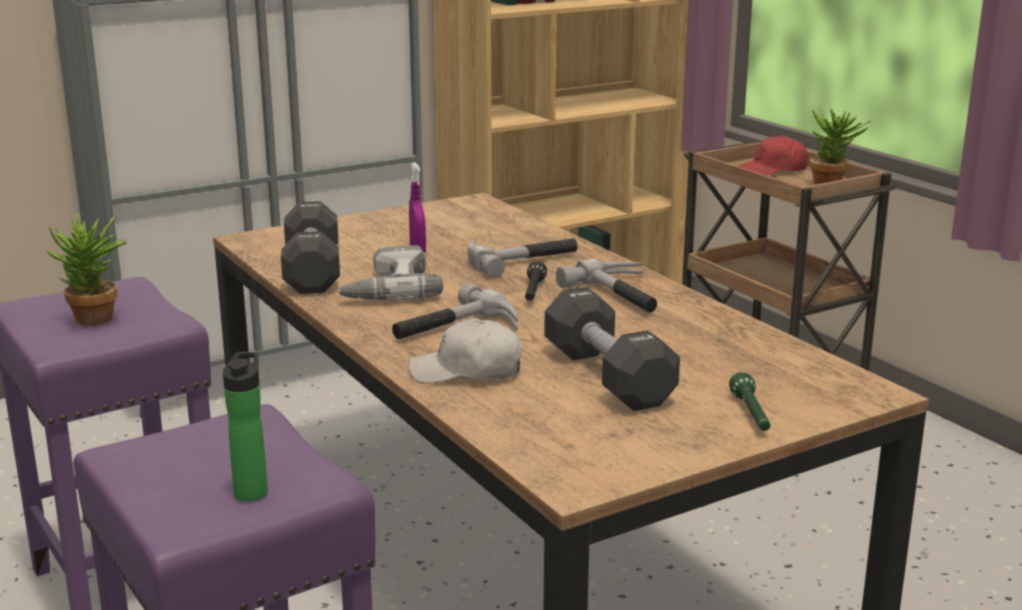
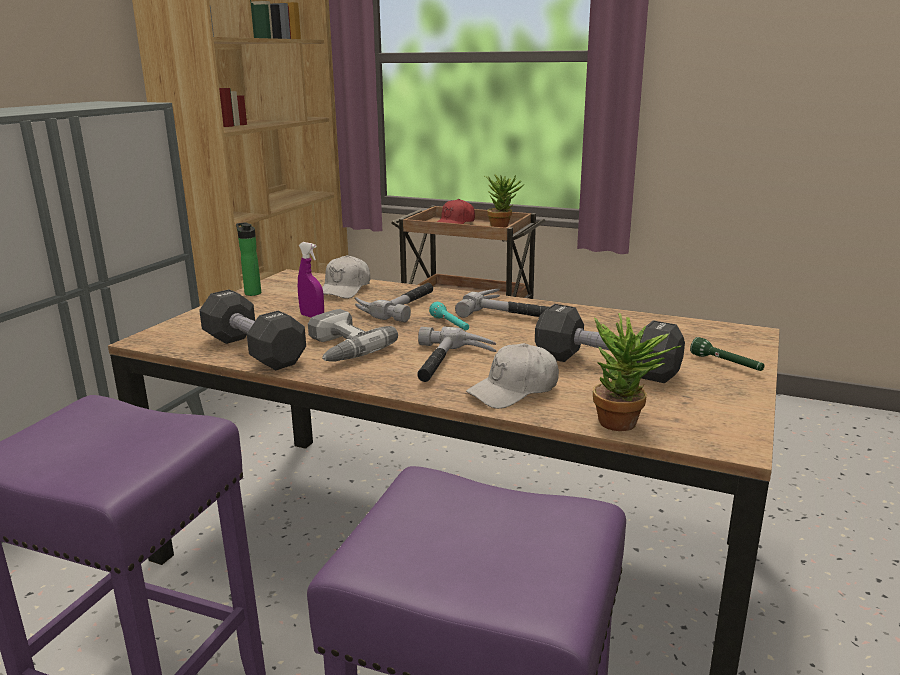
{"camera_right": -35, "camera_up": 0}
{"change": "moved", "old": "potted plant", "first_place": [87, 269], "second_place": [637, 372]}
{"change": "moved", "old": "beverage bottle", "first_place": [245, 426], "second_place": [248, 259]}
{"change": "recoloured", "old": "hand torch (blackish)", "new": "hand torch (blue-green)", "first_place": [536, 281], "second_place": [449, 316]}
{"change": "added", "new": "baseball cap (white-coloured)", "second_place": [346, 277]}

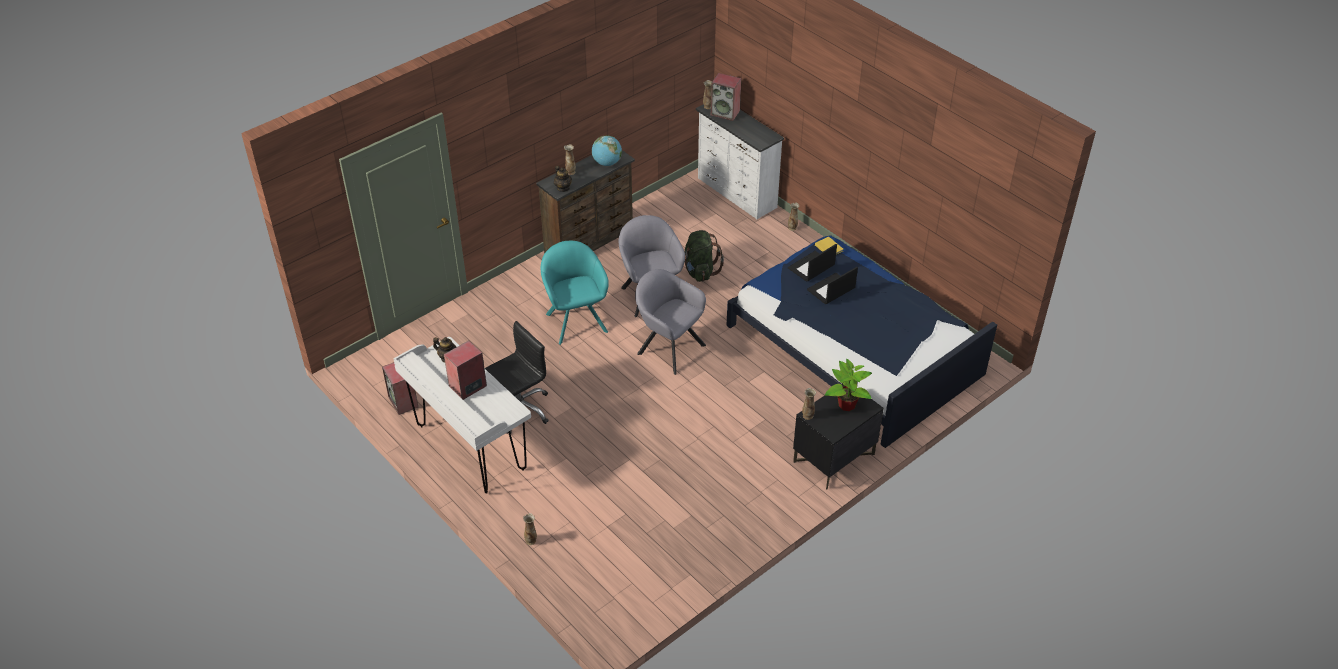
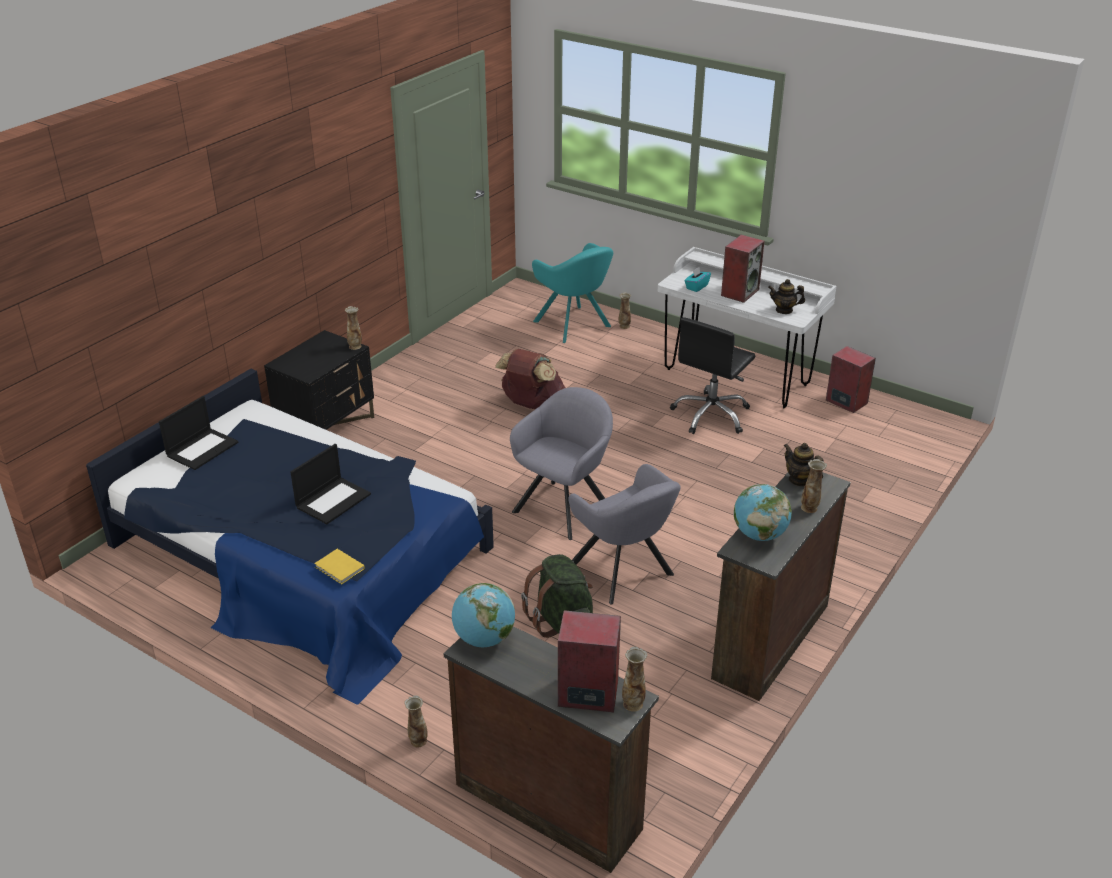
{"camera_right": 165, "camera_up": -10}
{"change": "moved", "old": "easy chair (blue-green)", "first_place": [575, 293], "second_place": [572, 293]}
{"change": "turned", "old": "easy chair (grey)", "first_place": [670, 322], "second_place": [561, 463], "degrees": -75}
{"change": "recoloured", "old": "chest of drawers (white-coloured)", "new": "chest of drawers (brownish)", "first_place": [740, 161], "second_place": [551, 749]}
{"change": "moved", "old": "notebook computer", "first_place": [812, 263], "second_place": [198, 433]}
{"change": "removed", "old": "potted plant", "first_place": [848, 385]}
{"change": "added", "new": "globe", "second_place": [483, 615]}
{"change": "added", "new": "rucksack (brownish)", "second_place": [530, 379]}
{"change": "added", "new": "tissue holder (blue-green)", "second_place": [698, 279]}

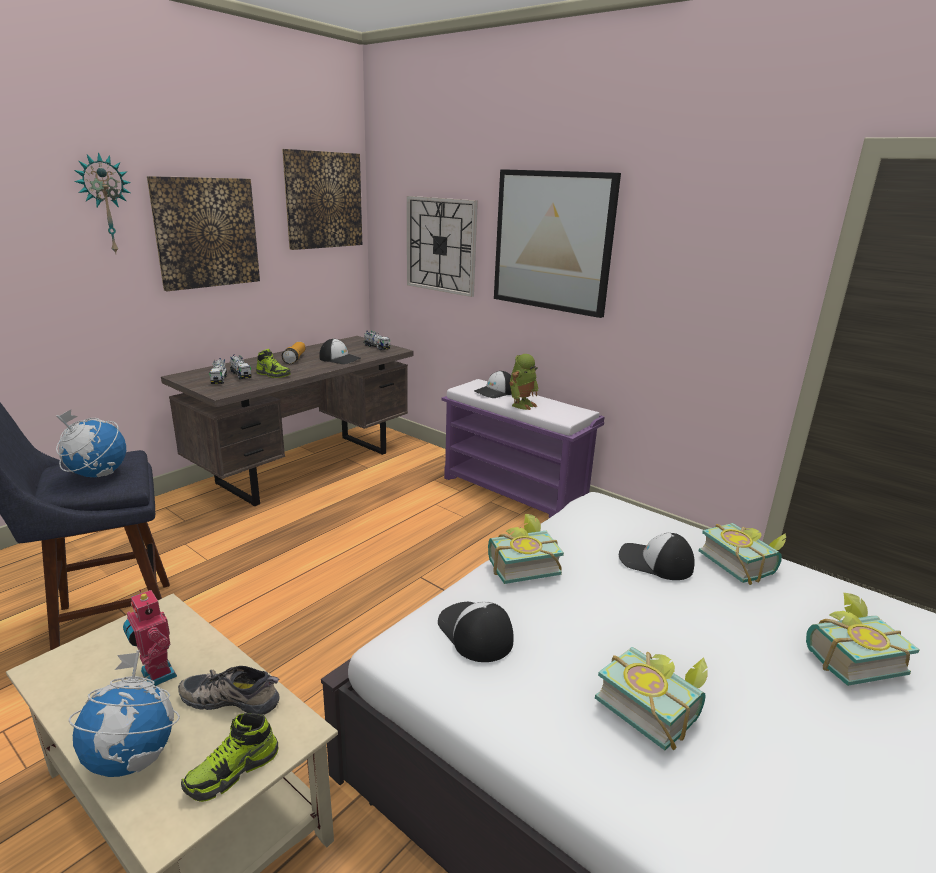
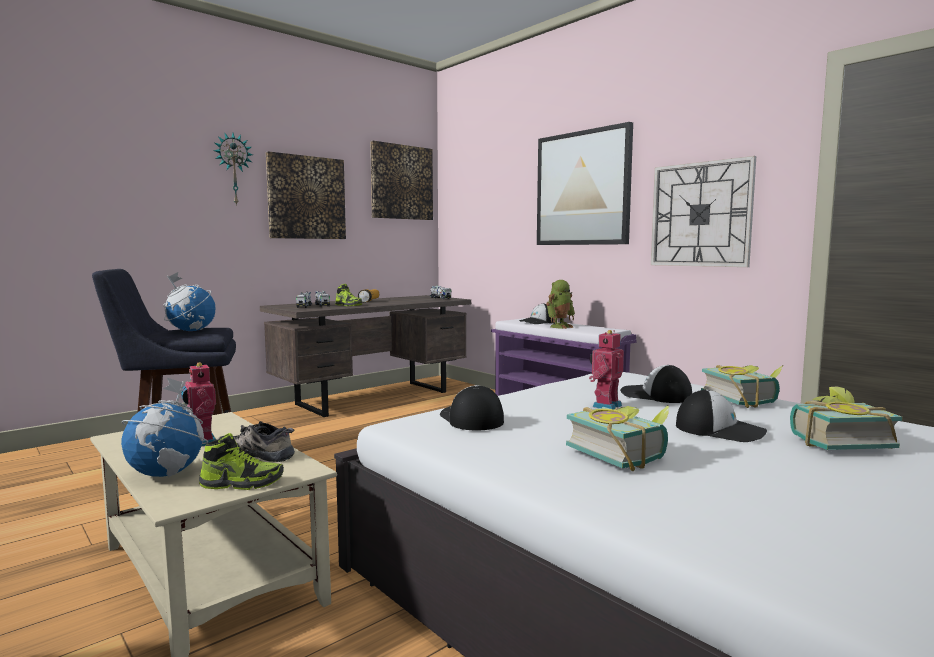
{"camera_right": 10, "camera_up": -15}
{"change": "turned", "old": "low shoe", "first_place": [229, 757], "second_place": [241, 461], "degrees": -150}
{"change": "moved", "old": "baseball cap", "first_place": [340, 351], "second_place": [721, 416]}
{"change": "moved", "old": "wall clock", "first_place": [442, 246], "second_place": [703, 211]}
{"change": "removed", "old": "bound book", "first_place": [526, 549]}
{"change": "added", "new": "robot figure", "second_place": [606, 369]}

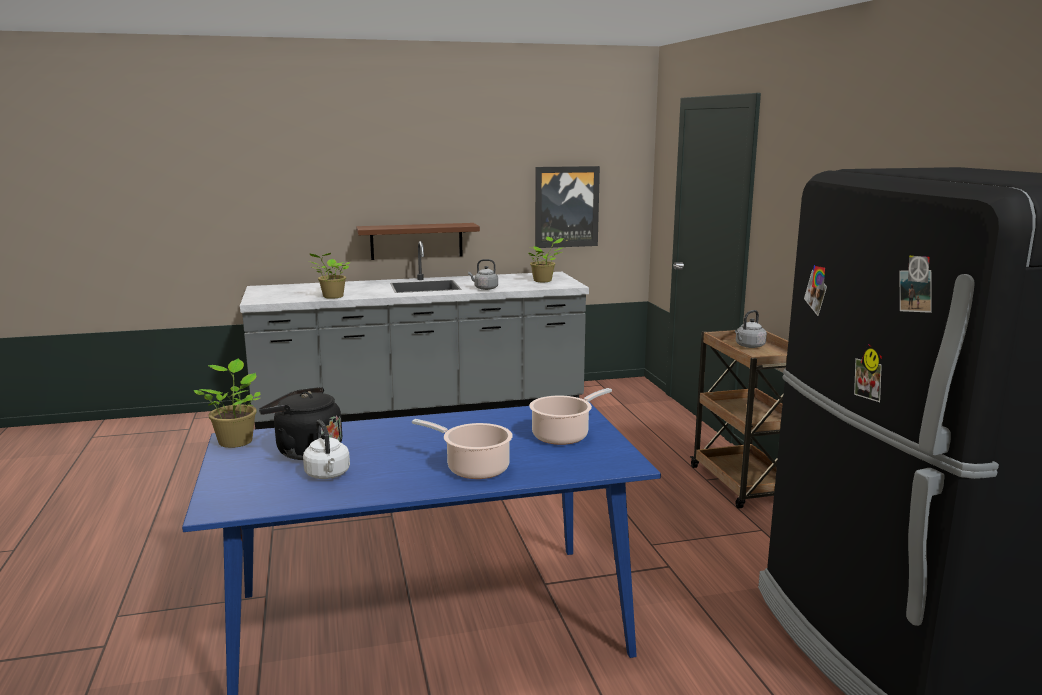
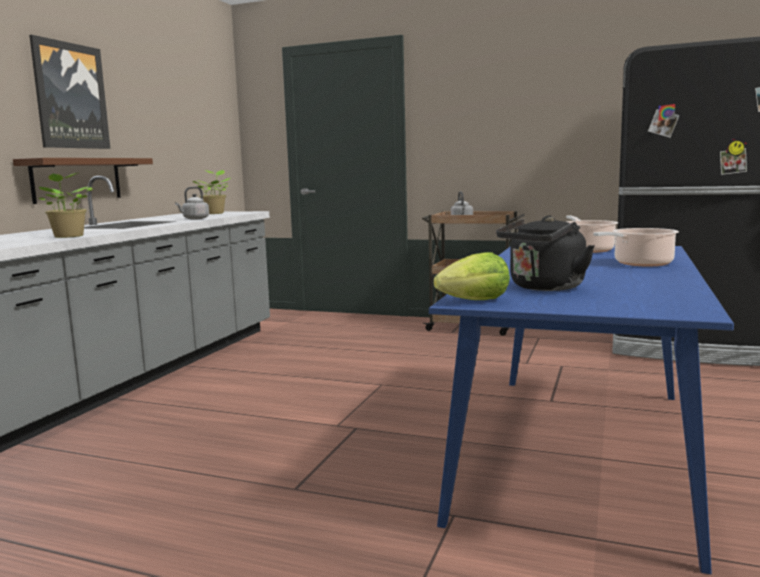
{"camera_right": -55, "camera_up": -5}
{"change": "replaced", "old": "potted plant", "new": "lettuce", "first_place": [227, 403], "second_place": [471, 276]}
{"change": "removed", "old": "tea kettle (white-coloured)", "first_place": [326, 449]}
{"change": "moved", "old": "wall picture", "first_place": [567, 207], "second_place": [69, 92]}

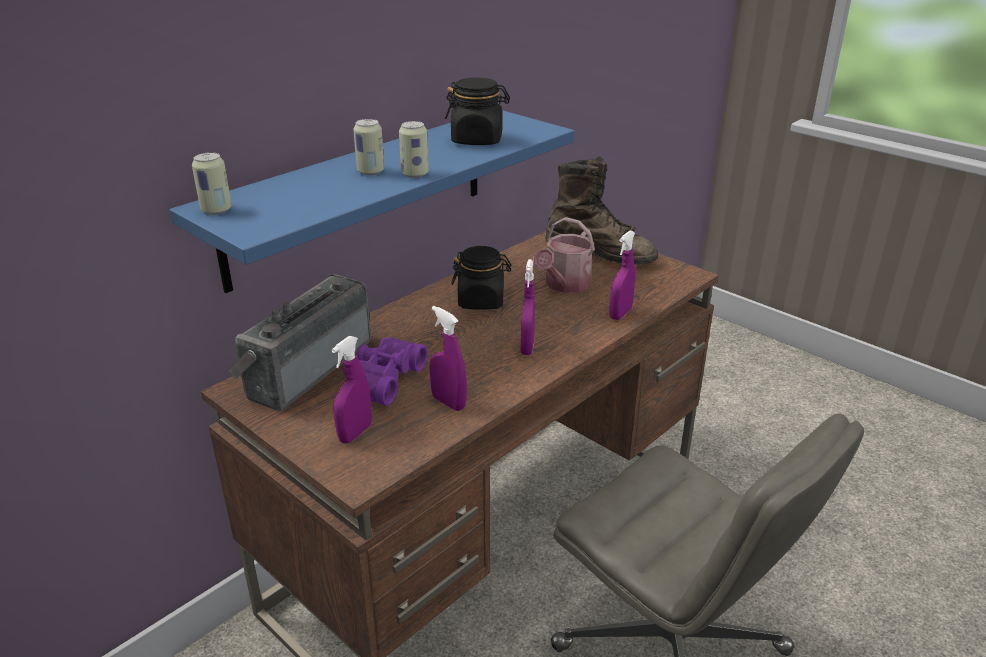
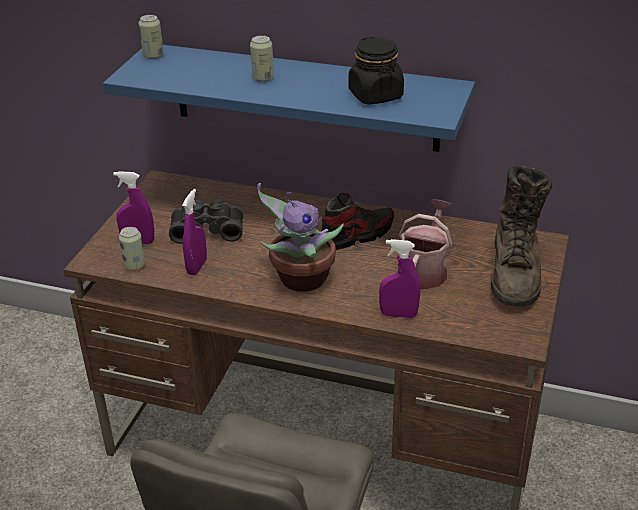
{"camera_right": 65, "camera_up": 5}
{"change": "removed", "old": "radio receiver", "first_place": [299, 342]}
{"change": "recoloured", "old": "binoculars (purple)", "new": "binoculars (blackish)", "first_place": [385, 371], "second_place": [206, 221]}
{"change": "moved", "old": "sealed can", "first_place": [414, 149], "second_place": [132, 248]}
{"change": "replaced", "old": "jar (blackish)", "new": "low shoe", "first_place": [481, 278], "second_place": [357, 221]}
{"change": "replaced", "old": "spray bottle (purple)", "new": "potted plant", "first_place": [528, 307], "second_place": [300, 237]}
{"change": "turned", "old": "watering can", "first_place": [564, 255], "second_place": [425, 244], "degrees": 105}

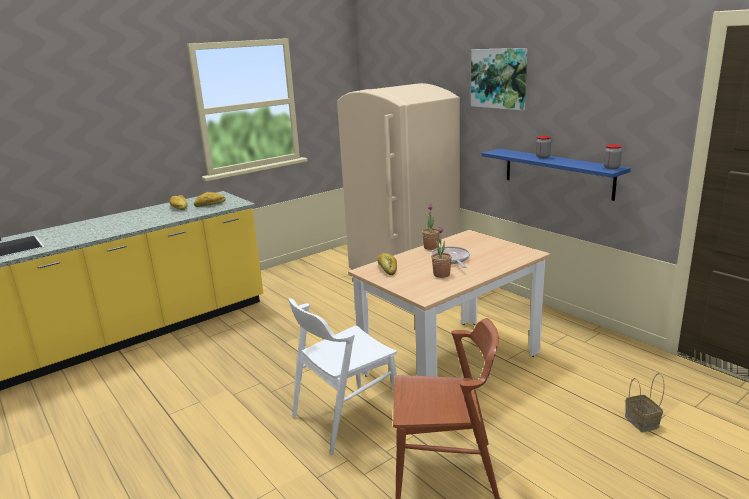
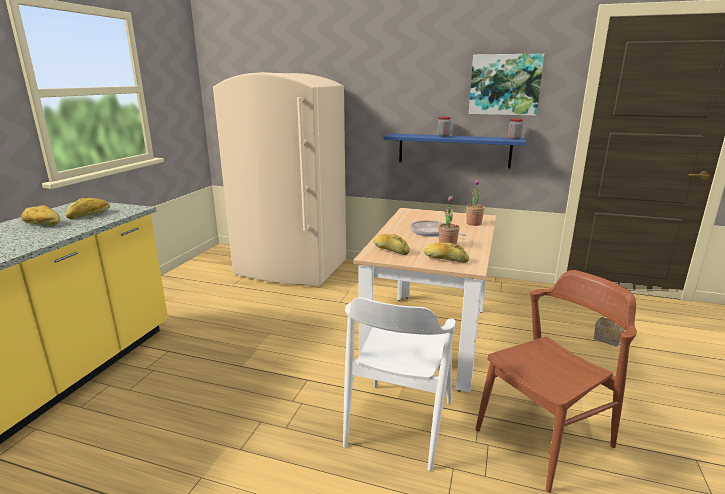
{"camera_right": -35, "camera_up": 0}
{"change": "moved", "old": "potted plant", "first_place": [431, 227], "second_place": [475, 202]}
{"change": "moved", "old": "wall picture", "first_place": [499, 79], "second_place": [506, 85]}
{"change": "added", "new": "bread", "second_place": [446, 252]}

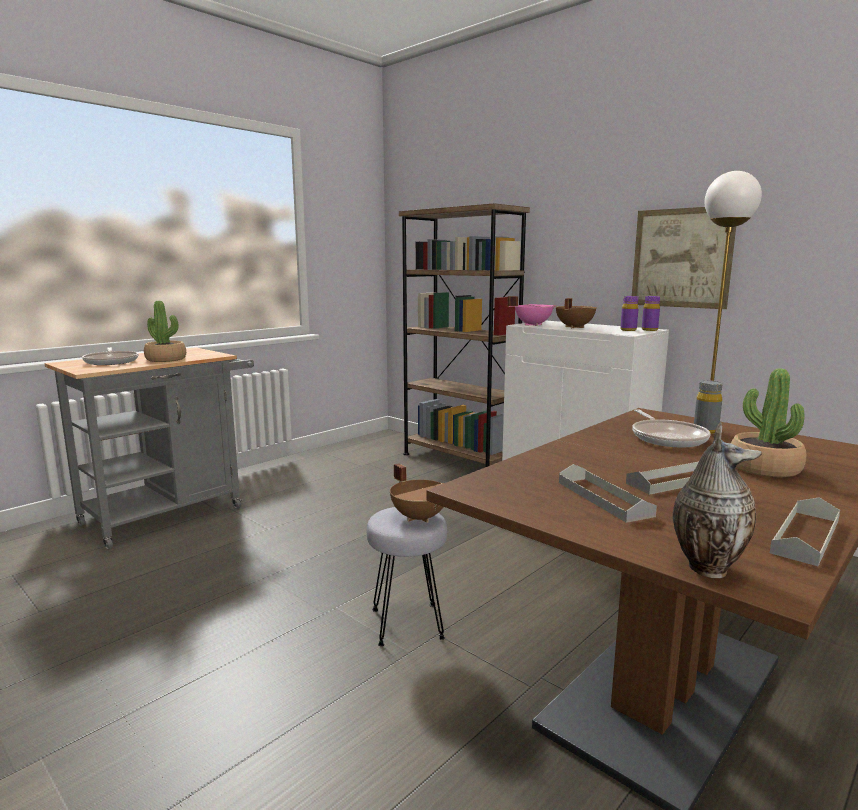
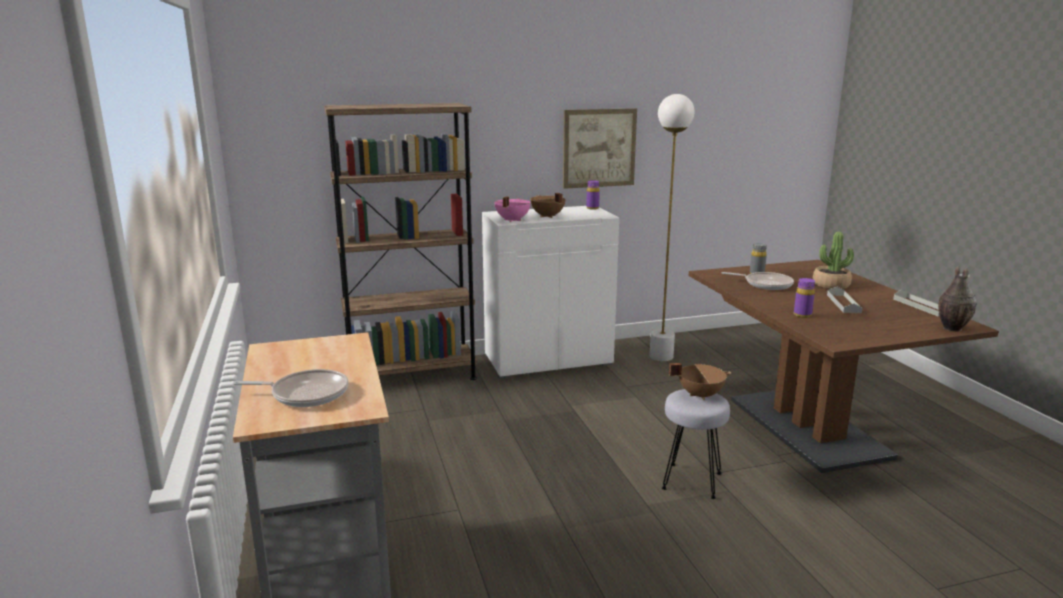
{"camera_right": -60, "camera_up": 5}
{"change": "removed", "old": "potted plant", "first_place": [165, 331]}
{"change": "removed", "old": "carrying tray (grey)", "first_place": [608, 493]}
{"change": "moved", "old": "beverage bottle (purple)", "first_place": [629, 313], "second_place": [804, 298]}

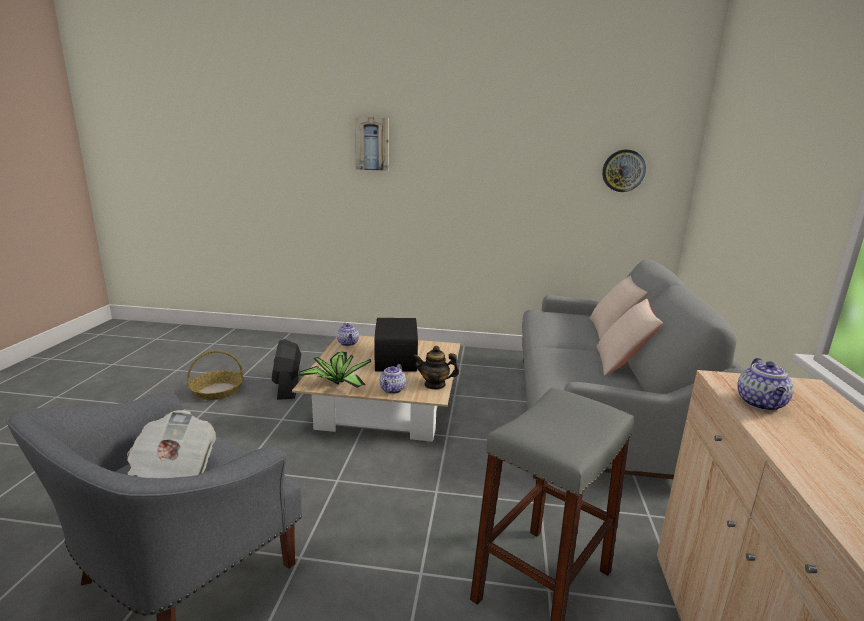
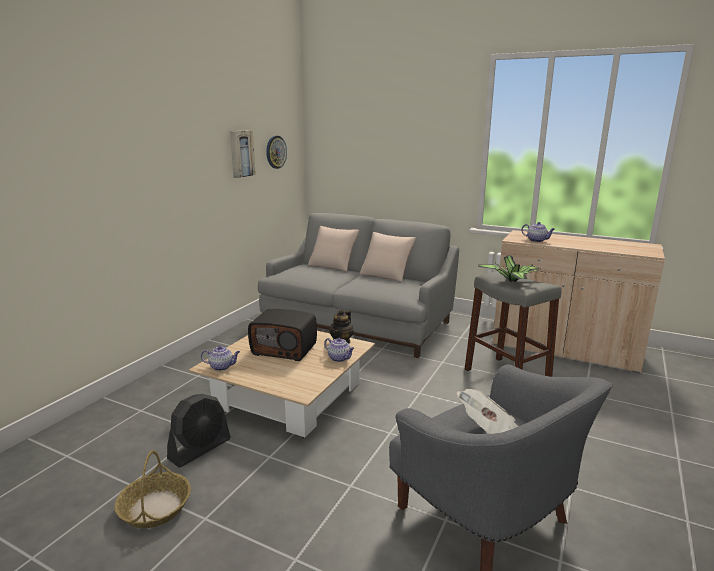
{"camera_right": -70, "camera_up": 0}
{"change": "turned", "old": "cooling fan (blackish)", "first_place": [286, 369], "second_place": [199, 431], "degrees": -60}
{"change": "moved", "old": "potted plant", "first_place": [335, 370], "second_place": [509, 268]}
{"change": "moved", "old": "wall picture", "first_place": [372, 144], "second_place": [243, 154]}

